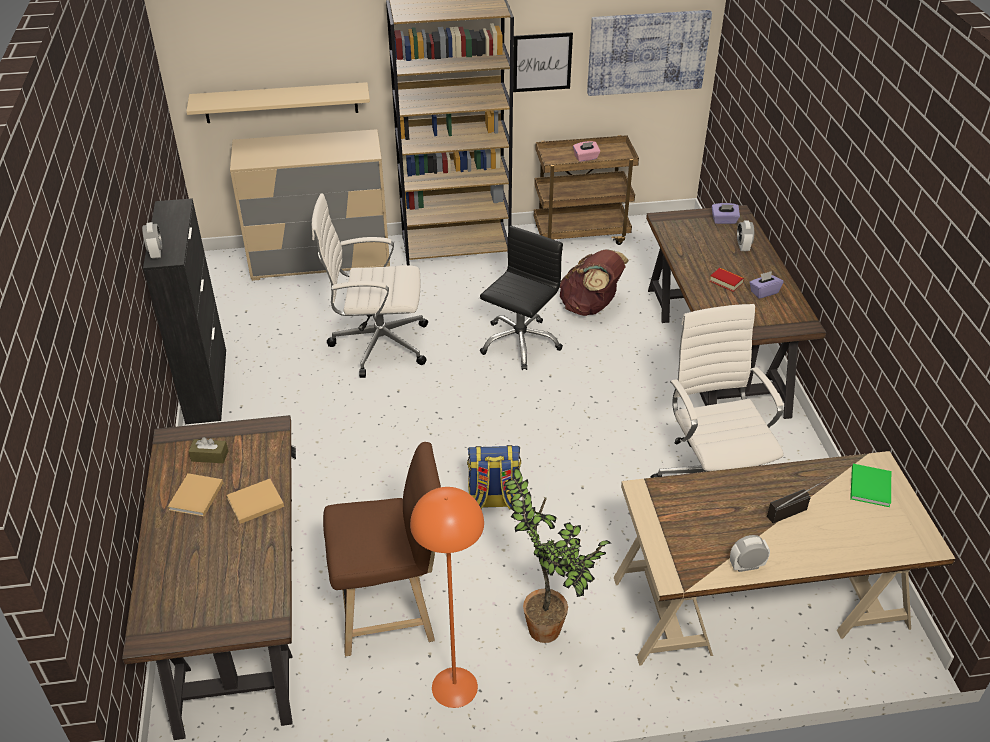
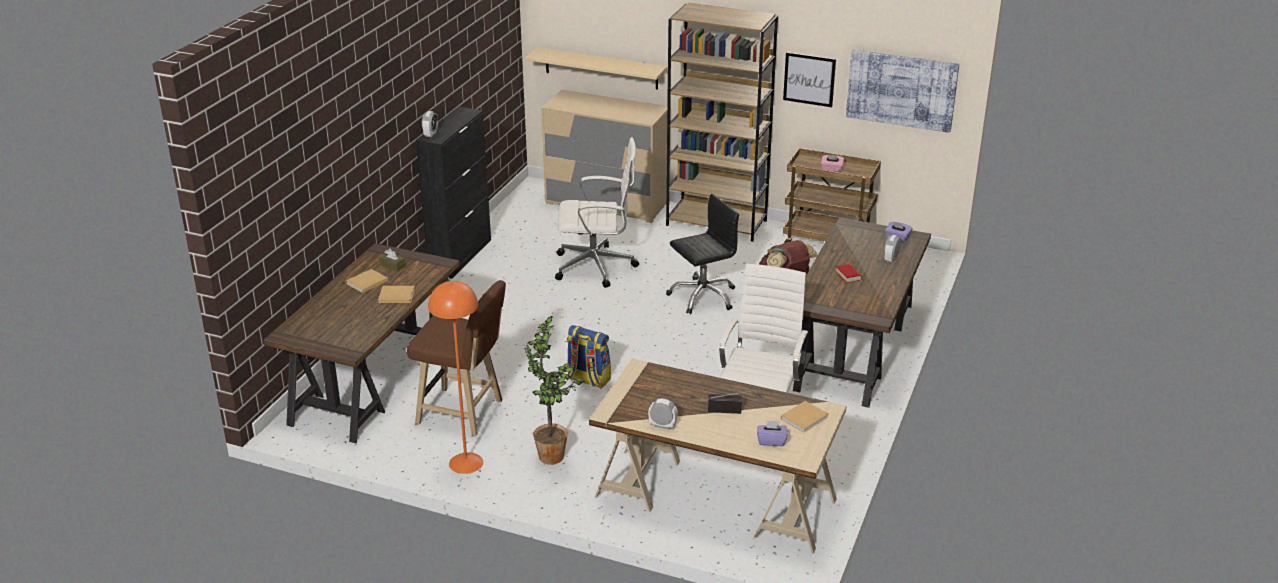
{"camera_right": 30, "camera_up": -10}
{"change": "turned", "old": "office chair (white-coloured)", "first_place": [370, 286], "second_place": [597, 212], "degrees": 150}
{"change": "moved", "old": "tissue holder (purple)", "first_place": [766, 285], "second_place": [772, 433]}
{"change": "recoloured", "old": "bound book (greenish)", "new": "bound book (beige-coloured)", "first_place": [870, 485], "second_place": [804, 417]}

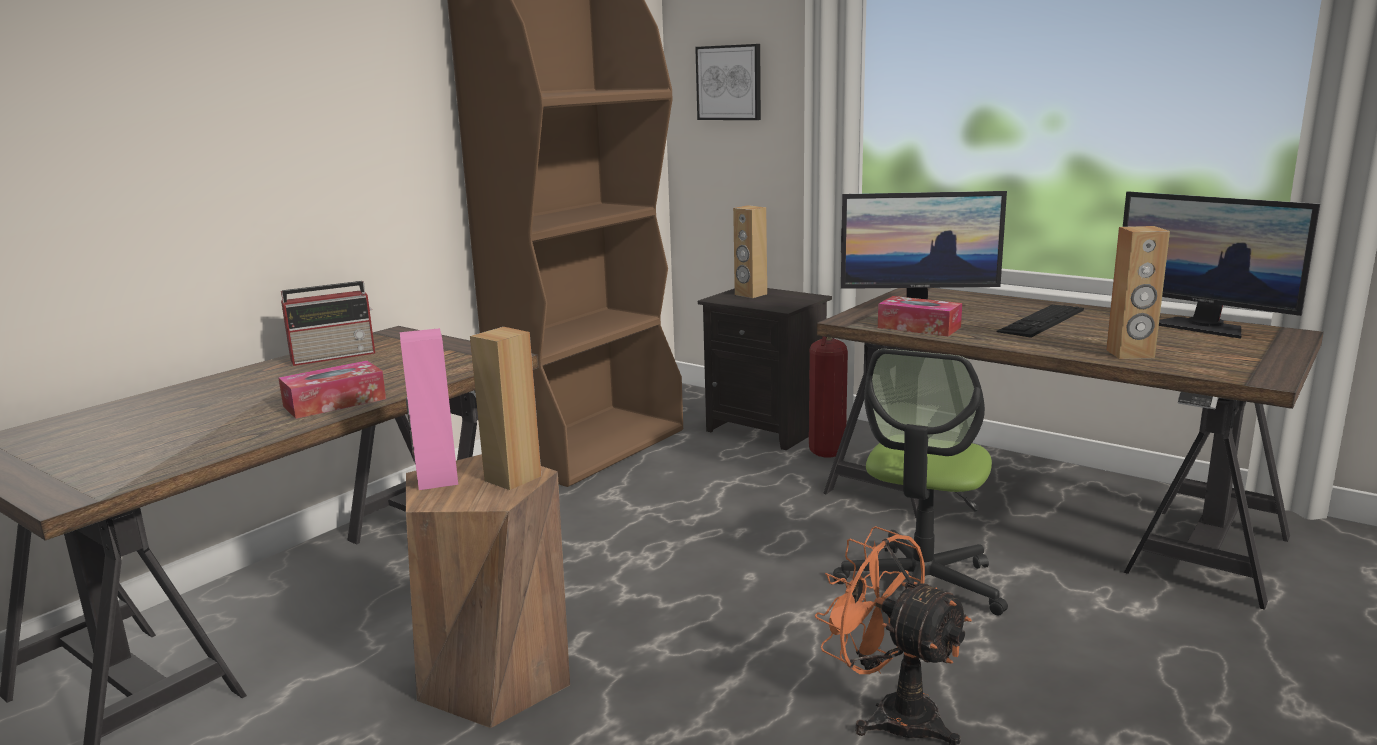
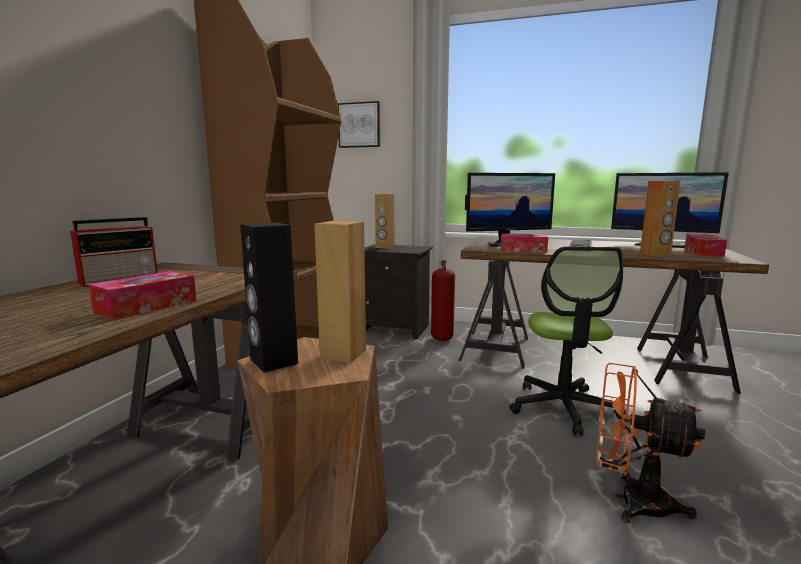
{"camera_right": -20, "camera_up": -5}
{"change": "recoloured", "old": "loudspeaker (pink)", "new": "loudspeaker (blackish)", "first_place": [429, 409], "second_place": [269, 297]}
{"change": "added", "new": "tissue holder", "second_place": [706, 245]}

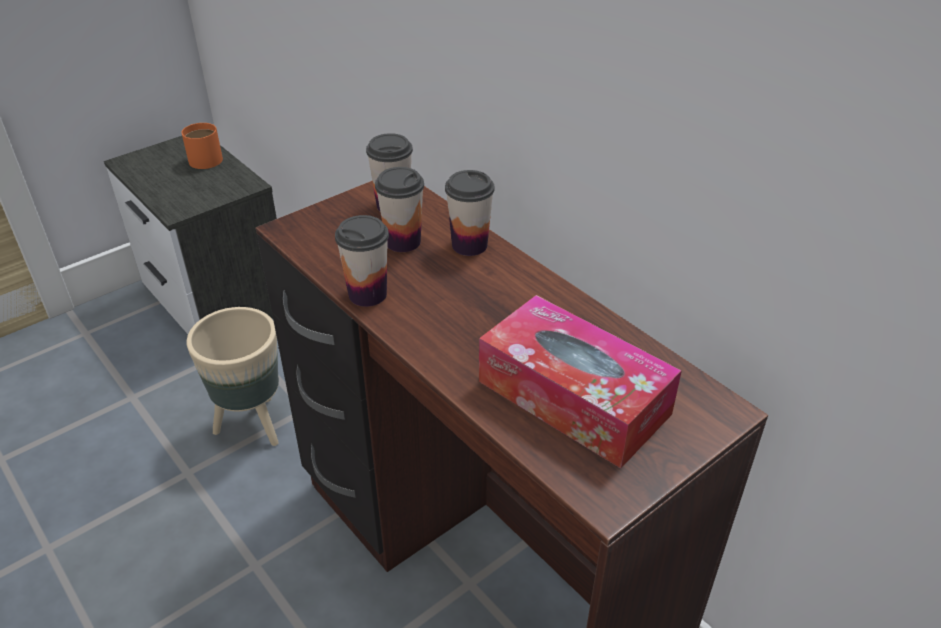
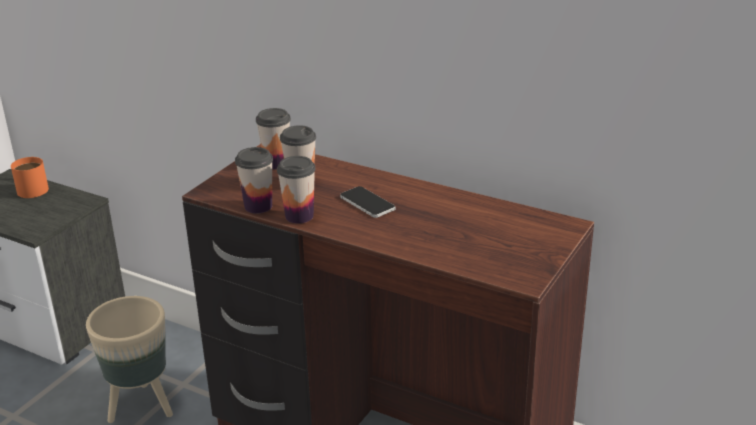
{"camera_right": -20, "camera_up": -10}
{"change": "moved", "old": "small cup", "first_place": [469, 213], "second_place": [254, 180]}
{"change": "removed", "old": "tissue holder", "first_place": [580, 381]}
{"change": "added", "new": "handset", "second_place": [368, 202]}

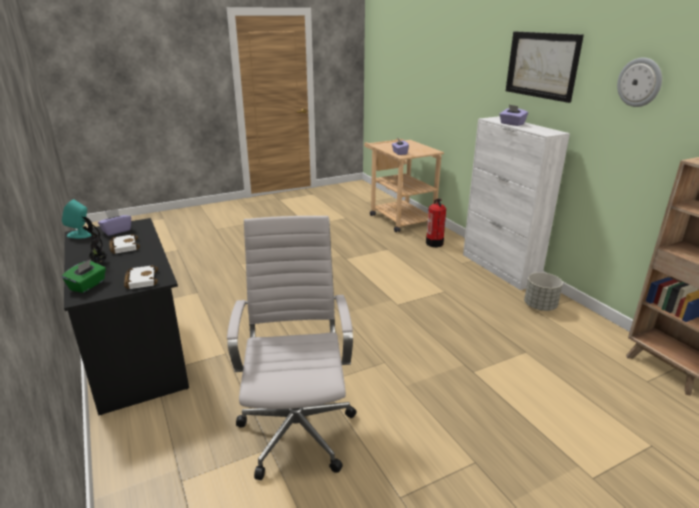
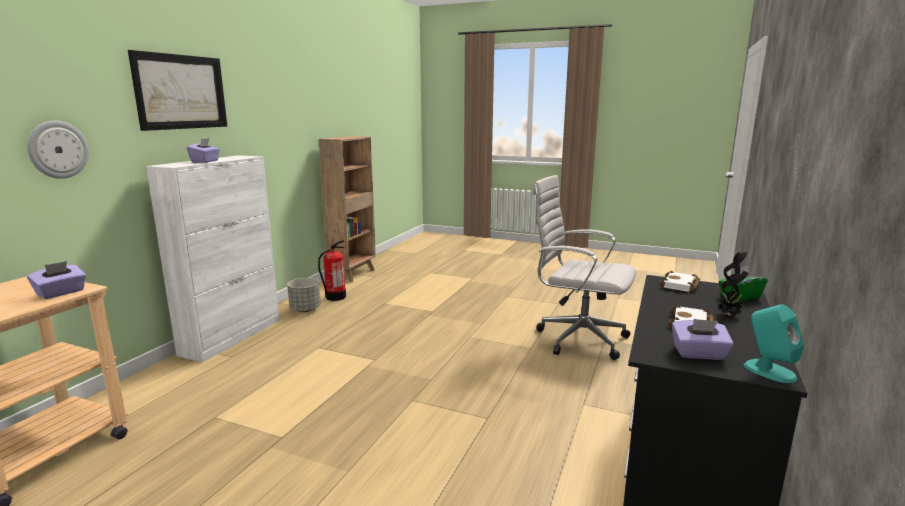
{"camera_right": -130, "camera_up": -10}
{"change": "turned", "old": "office chair (white-coloured)", "first_place": [292, 348], "second_place": [584, 267], "degrees": 75}
{"change": "moved", "old": "extinguisher", "first_place": [436, 223], "second_place": [332, 270]}
{"change": "moved", "old": "wall clock", "first_place": [639, 82], "second_place": [58, 150]}

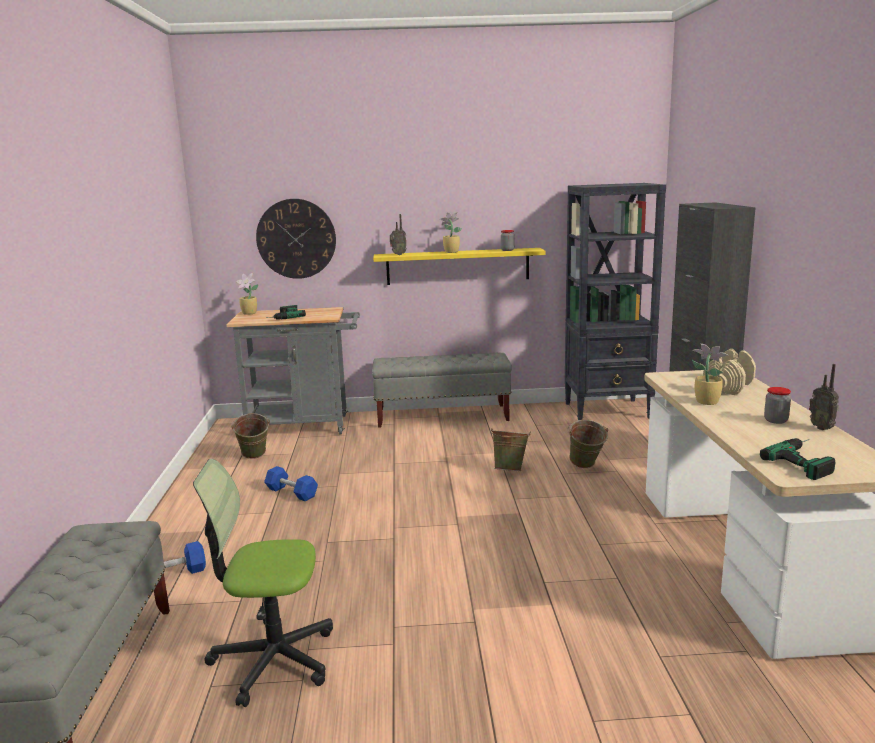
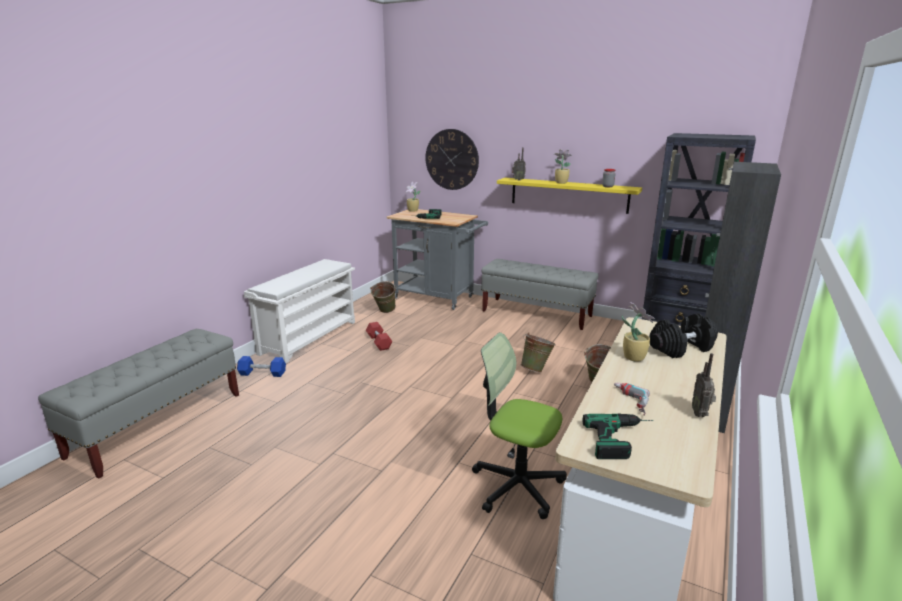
{"camera_right": 30, "camera_up": 5}
{"change": "moved", "old": "office chair", "first_place": [263, 583], "second_place": [519, 425]}
{"change": "recoloured", "old": "free weight (bluish)", "new": "free weight (red-coloured)", "first_place": [291, 483], "second_place": [379, 336]}
{"change": "recoloured", "old": "free weight (beige-coloured)", "new": "free weight (blackish)", "first_place": [729, 372], "second_place": [684, 335]}
{"change": "removed", "old": "jar", "first_place": [777, 405]}
{"change": "added", "new": "shoe stand (white-coloured)", "second_place": [299, 311]}
{"change": "added", "new": "power drill", "second_place": [632, 398]}

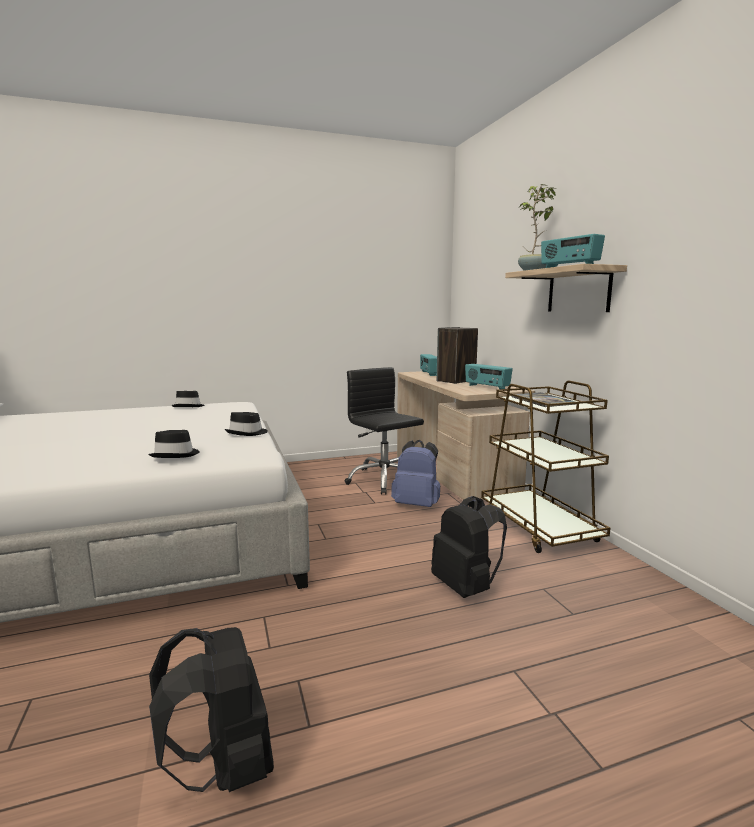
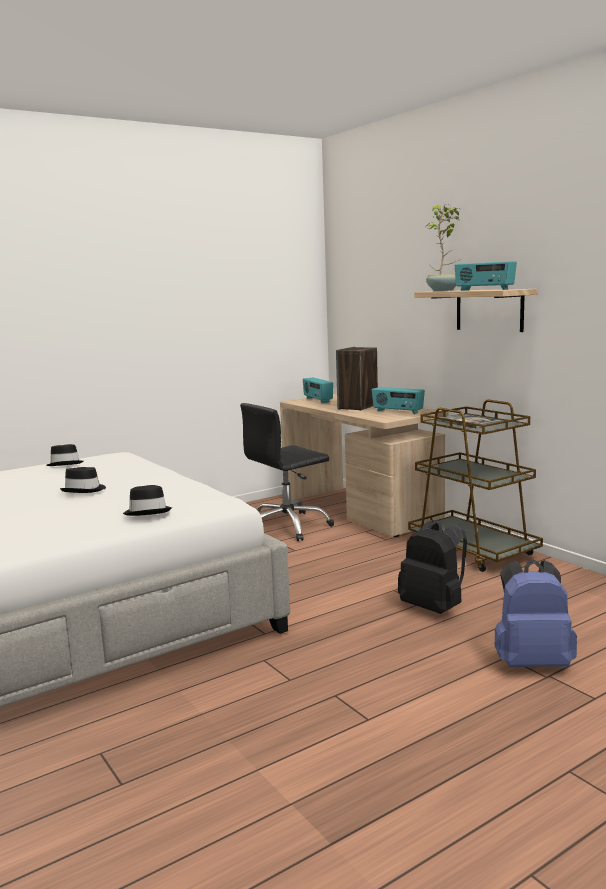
{"camera_right": -15, "camera_up": 0}
{"change": "removed", "old": "rucksack (blackish)", "first_place": [211, 709]}
{"change": "moved", "old": "hat (blackish)", "first_place": [246, 424], "second_place": [83, 480]}
{"change": "turned", "old": "office chair (blackish)", "first_place": [384, 431], "second_place": [287, 472], "degrees": -75}
{"change": "moved", "old": "rucksack (bluish)", "first_place": [415, 473], "second_place": [535, 613]}

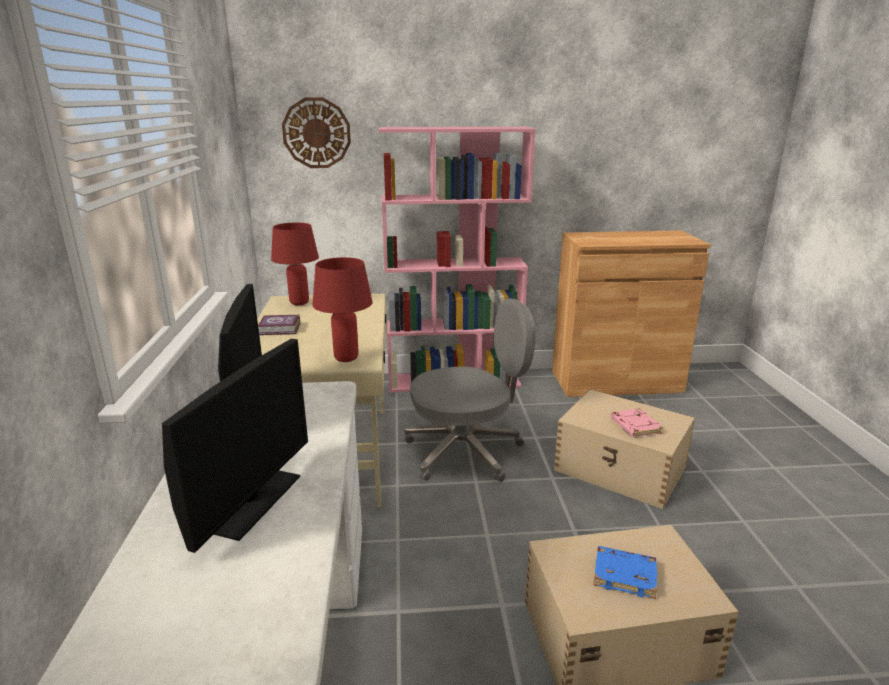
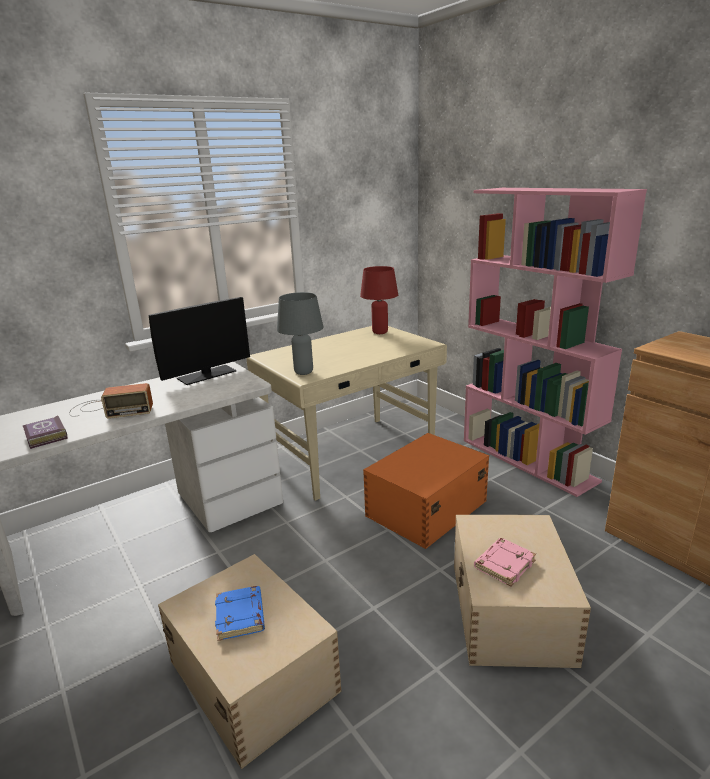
{"camera_right": 60, "camera_up": 0}
{"change": "replaced", "old": "monitor", "new": "radio receiver", "first_place": [235, 446], "second_place": [111, 400]}
{"change": "moved", "old": "bound book", "first_place": [279, 325], "second_place": [45, 432]}
{"change": "removed", "old": "wall clock", "first_place": [316, 133]}
{"change": "recoloured", "old": "table lamp (red-coloured)", "new": "table lamp (grey)", "first_place": [342, 309], "second_place": [300, 333]}
{"change": "replaced", "old": "office chair (grey)", "new": "storage bin (orange)", "first_place": [470, 390], "second_place": [426, 491]}

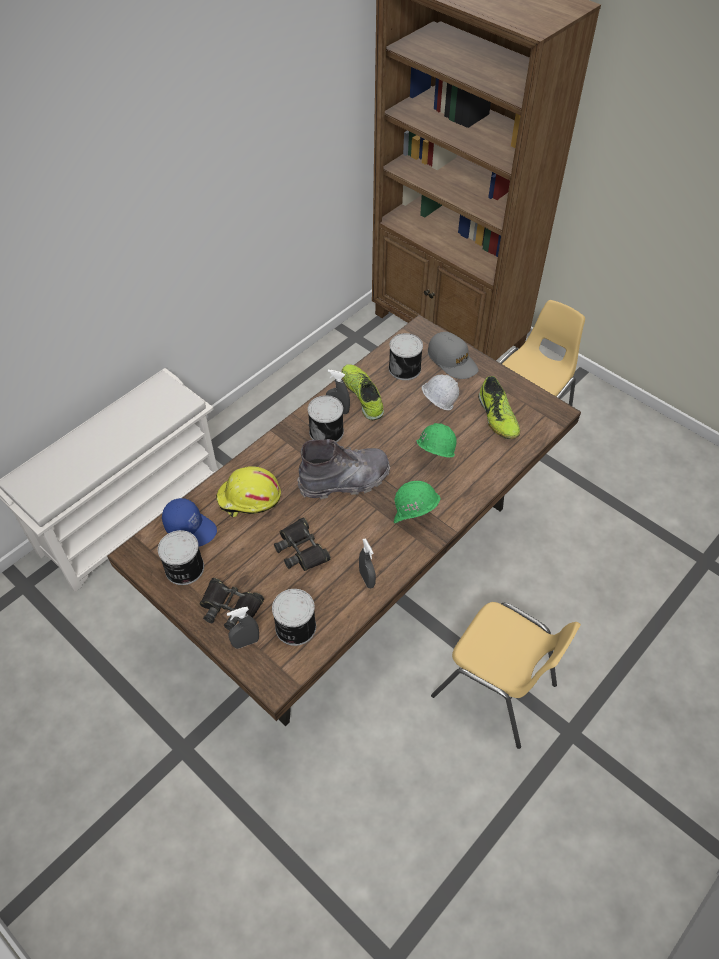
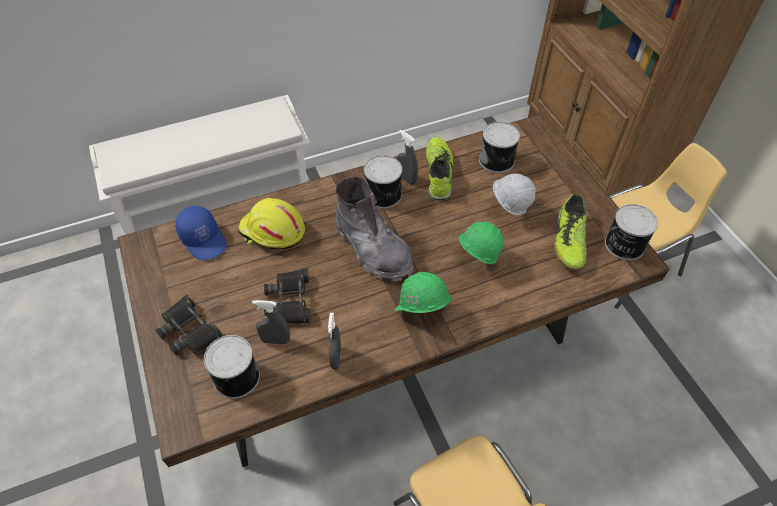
{"camera_right": 25, "camera_up": 0}
{"change": "moved", "old": "sealed can", "first_place": [181, 557], "second_place": [631, 232]}
{"change": "moved", "old": "spray bottle (grey)", "first_place": [243, 628], "second_place": [271, 322]}
{"change": "turned", "old": "boot (grey)", "first_place": [343, 469], "second_place": [374, 229], "degrees": 45}
{"change": "removed", "old": "baseball cap (grey)", "first_place": [453, 355]}

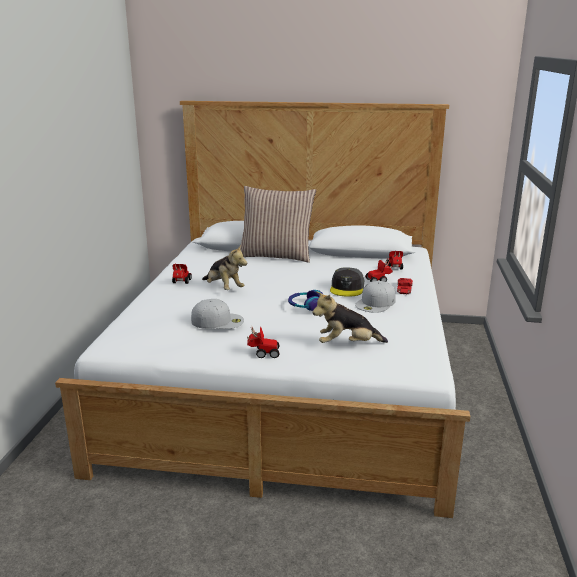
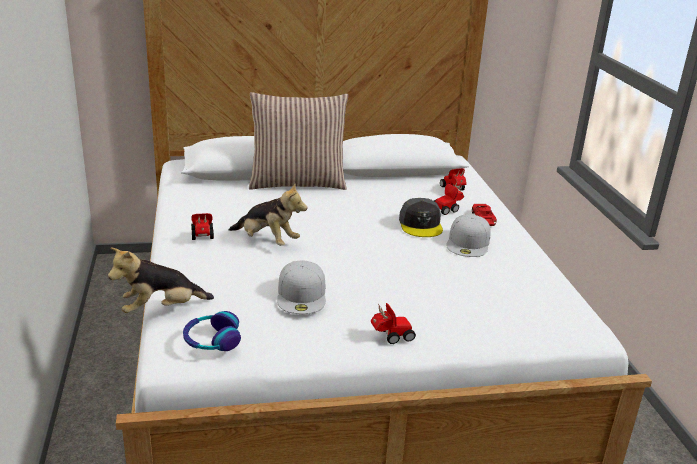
{"camera_right": -20, "camera_up": 5}
{"change": "turned", "old": "baseball cap (white-coloured)", "first_place": [217, 314], "second_place": [301, 287], "degrees": 105}
{"change": "moved", "old": "headphones", "first_place": [305, 300], "second_place": [212, 331]}
{"change": "moved", "old": "plush toy", "first_place": [350, 317], "second_place": [161, 280]}

